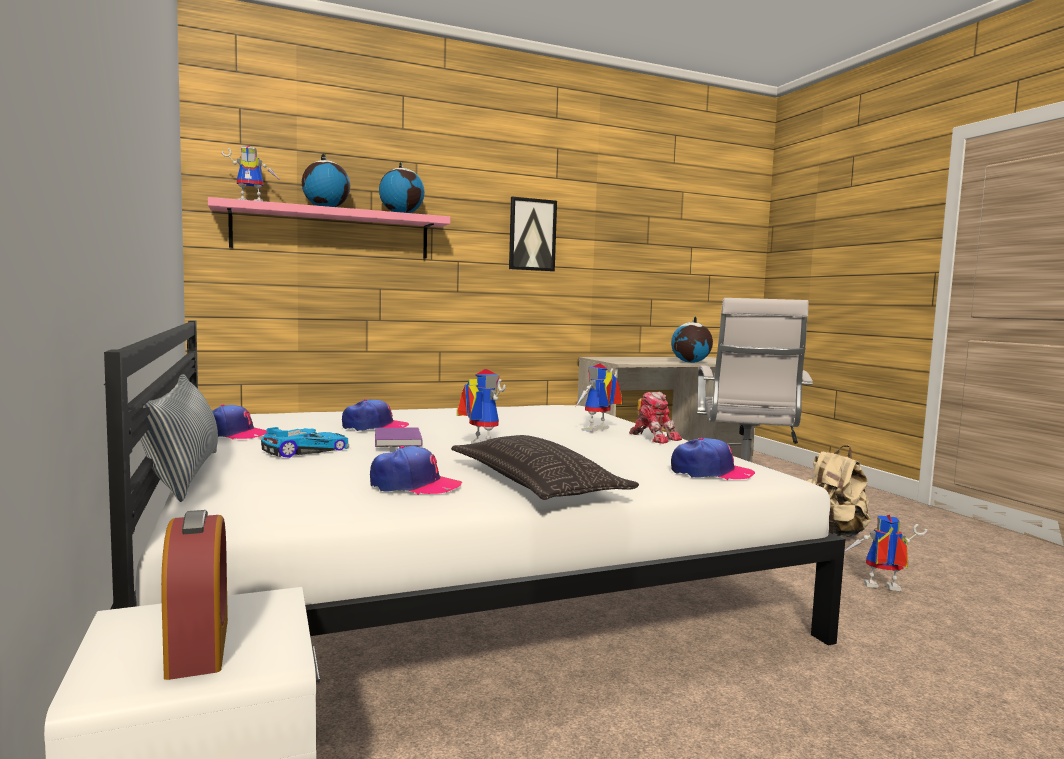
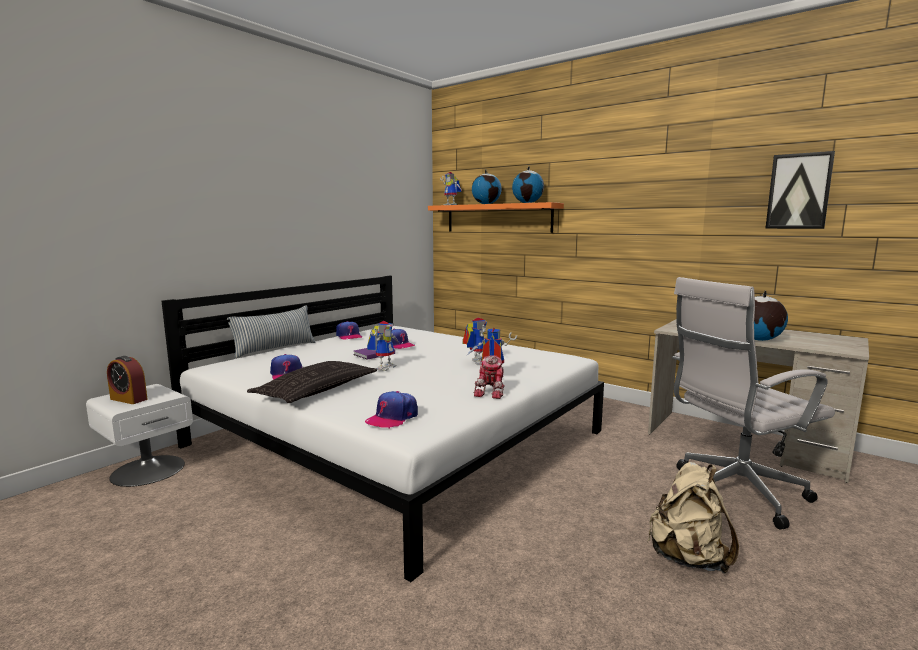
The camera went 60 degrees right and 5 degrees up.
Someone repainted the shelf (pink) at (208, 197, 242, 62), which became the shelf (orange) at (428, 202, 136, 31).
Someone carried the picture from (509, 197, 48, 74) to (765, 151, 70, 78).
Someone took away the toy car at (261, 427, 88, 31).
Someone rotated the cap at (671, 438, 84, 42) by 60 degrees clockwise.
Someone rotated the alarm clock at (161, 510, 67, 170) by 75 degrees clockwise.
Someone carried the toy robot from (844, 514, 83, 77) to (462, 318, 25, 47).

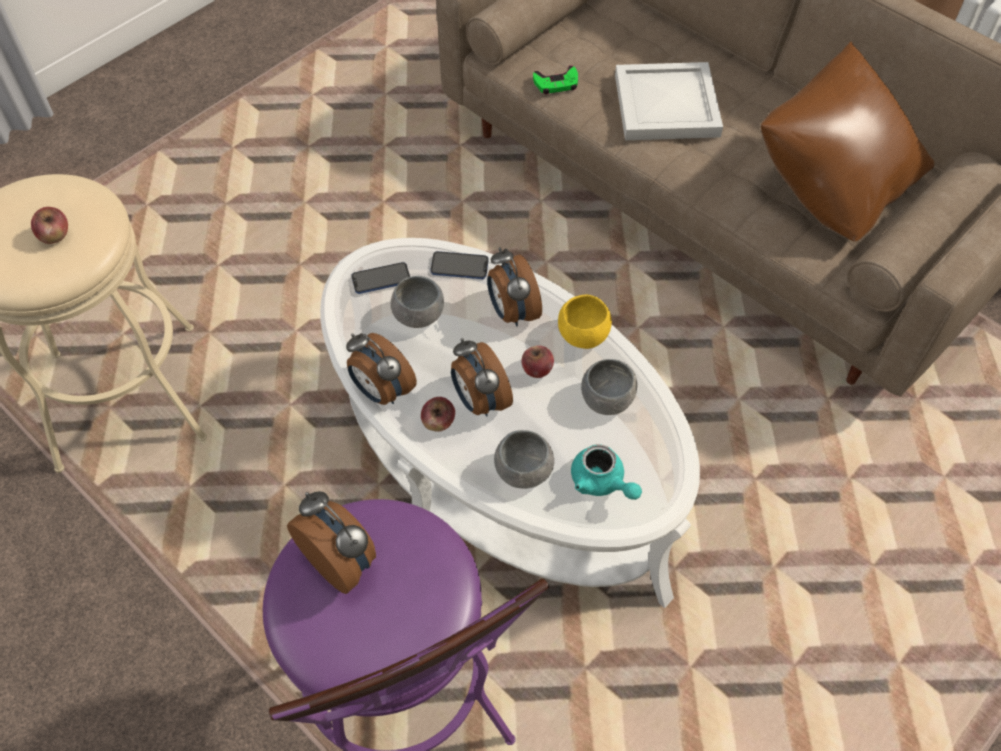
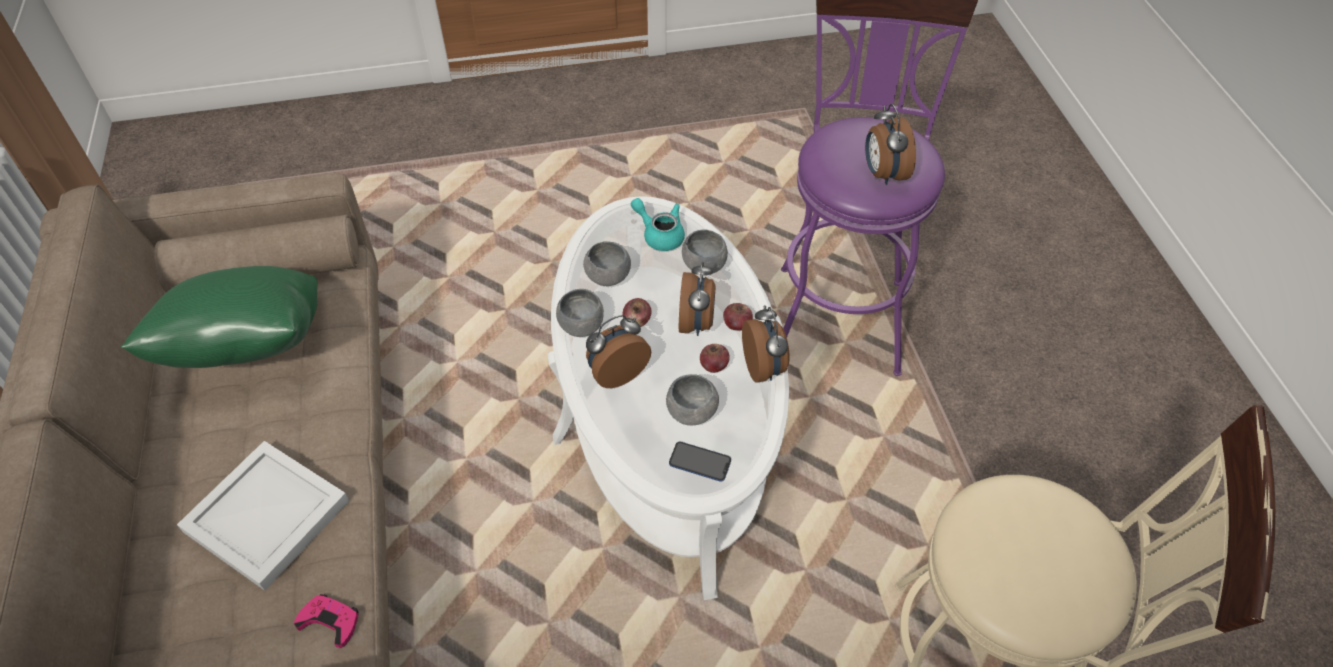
The camera went 145 degrees left and 5 degrees down.
Someone repainted the pillow (brown) at (760, 42, 174, 199), which became the pillow (green) at (120, 266, 198, 102).
Someone repainted the game controller (green) at (533, 66, 45, 28), which became the game controller (pink) at (294, 594, 64, 54).
Someone carried the apple from (31, 207, 37, 37) to (700, 344, 30, 29).
Someone rotated the alarm clock at (487, 247, 55, 79) by 135 degrees counterclockwise.
Someone took away the phone at (430, 251, 59, 28).
Someone repainted the bowl (yellow) at (558, 295, 54, 54), which became the bowl (grey) at (556, 289, 48, 48).
Someone rotated the teapot (turquoise) at (571, 444, 71, 56) by 45 degrees counterclockwise.

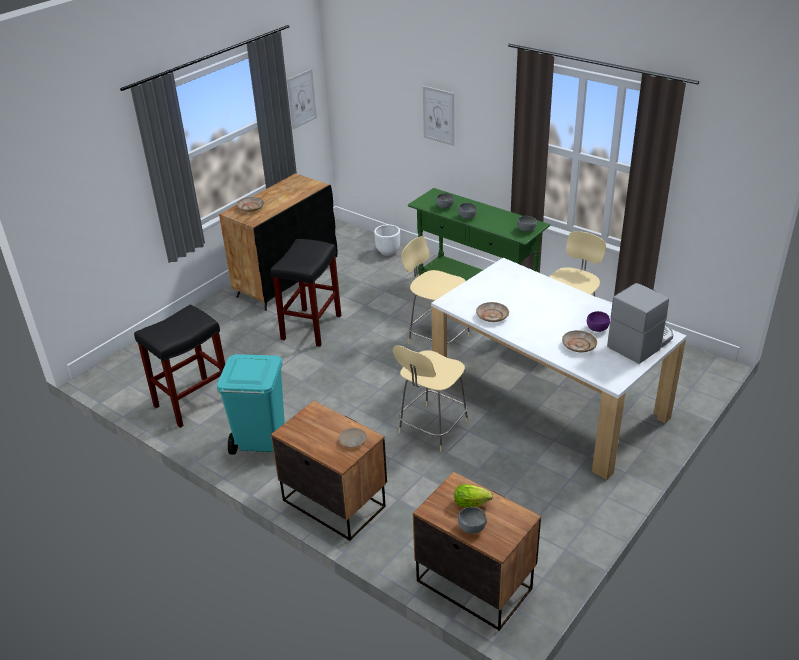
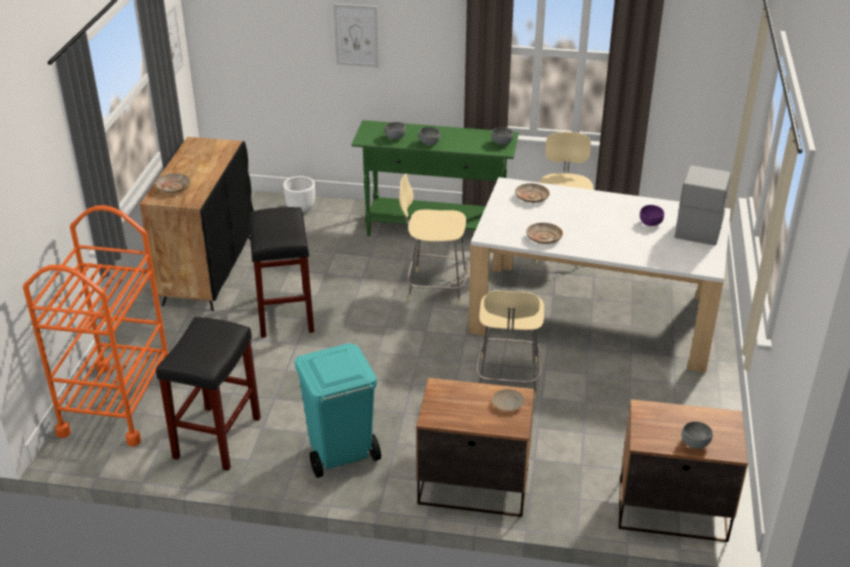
The camera went 30 degrees left and 0 degrees up.
Someone carried the plate (beige) from (562, 330, 35, 22) to (515, 183, 35, 20).
Someone took away the lettuce at (454, 484, 39, 24).
Someone put down the cart (orange) at (23, 205, 145, 242).

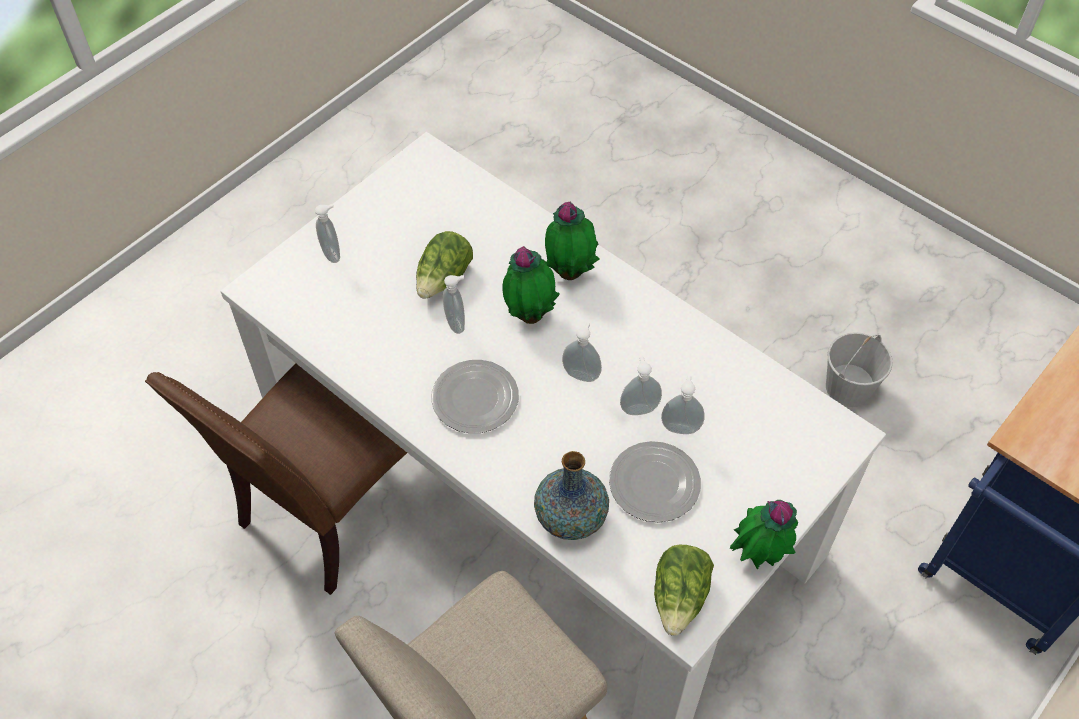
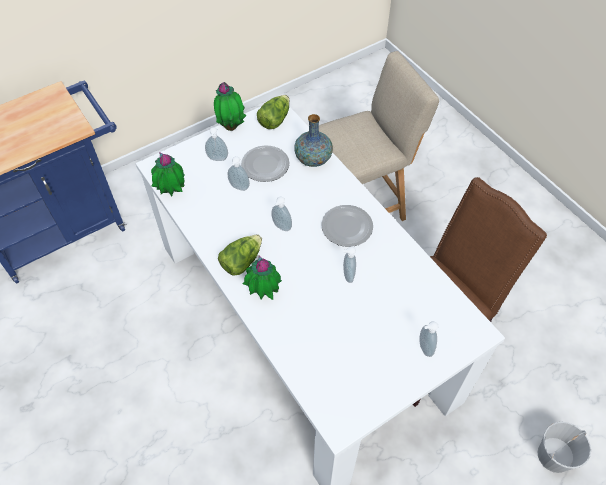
The camera went 165 degrees left and 0 degrees up.
Someone carried the lettuce from (416, 231, 57, 68) to (218, 235, 44, 40).
Someone carried the potted plant from (503, 246, 57, 78) to (151, 152, 34, 44).
Someone carried the bucket (white) from (826, 332, 67, 75) to (538, 422, 53, 51).
Someone carried the soap dispenser from (620, 357, 42, 58) to (205, 127, 23, 34).

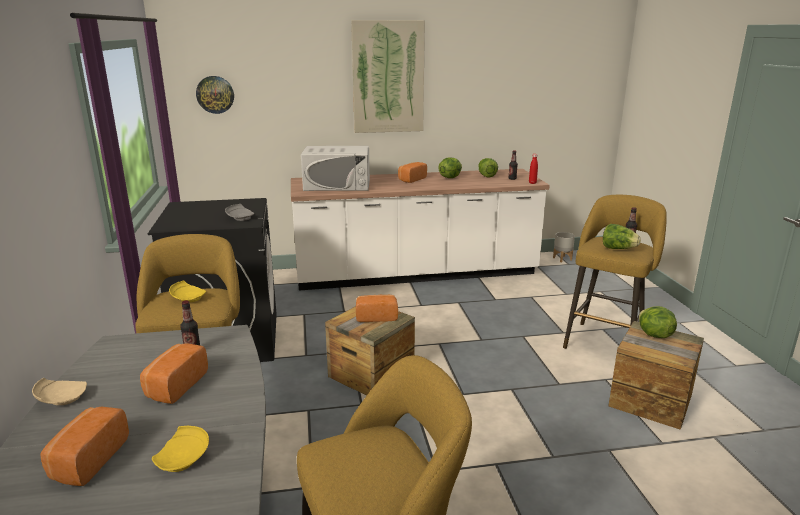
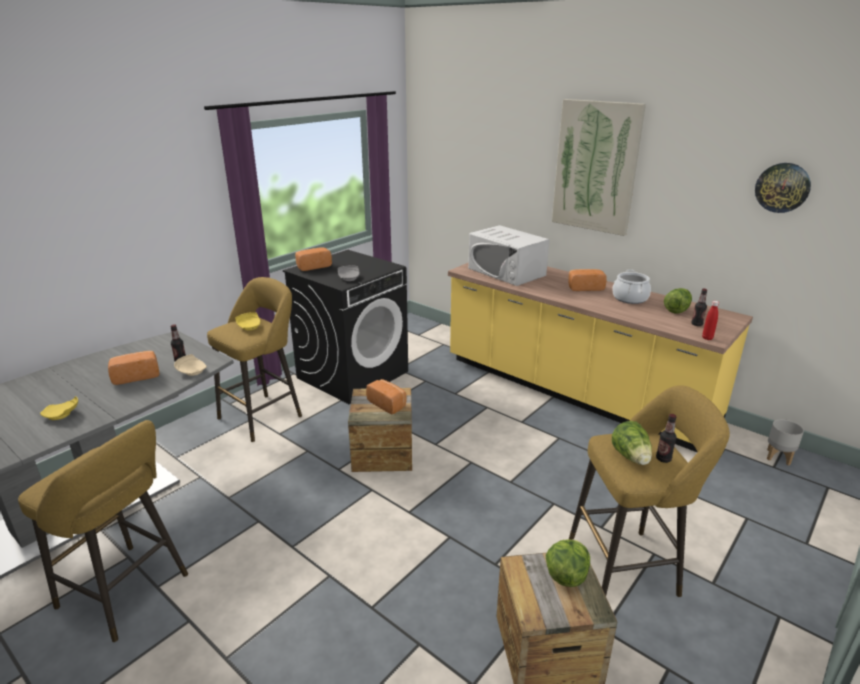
The camera went 50 degrees right and 5 degrees up.
Someone carried the wall clock from (196, 76, 38, 38) to (755, 163, 56, 50).
Someone swapped the lettuce at (438, 158, 24, 20) for the cooking pot at (612, 270, 39, 34).
Someone repainted the counter (white) at (291, 169, 259, 121), which became the counter (yellow) at (448, 263, 305, 190).
Someone carried the plate (beige) from (32, 378, 55, 27) to (174, 354, 33, 22).
Someone carried the bread from (40, 406, 89, 80) to (295, 247, 37, 24).

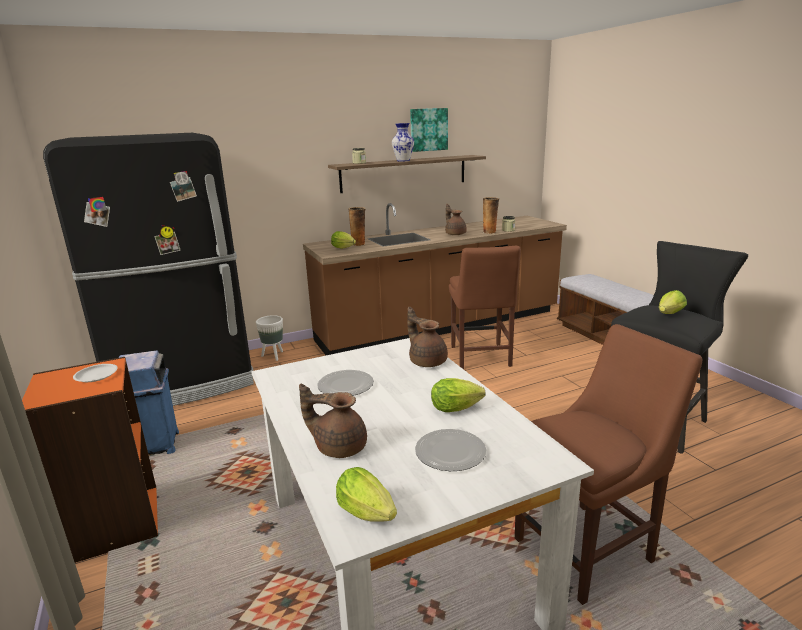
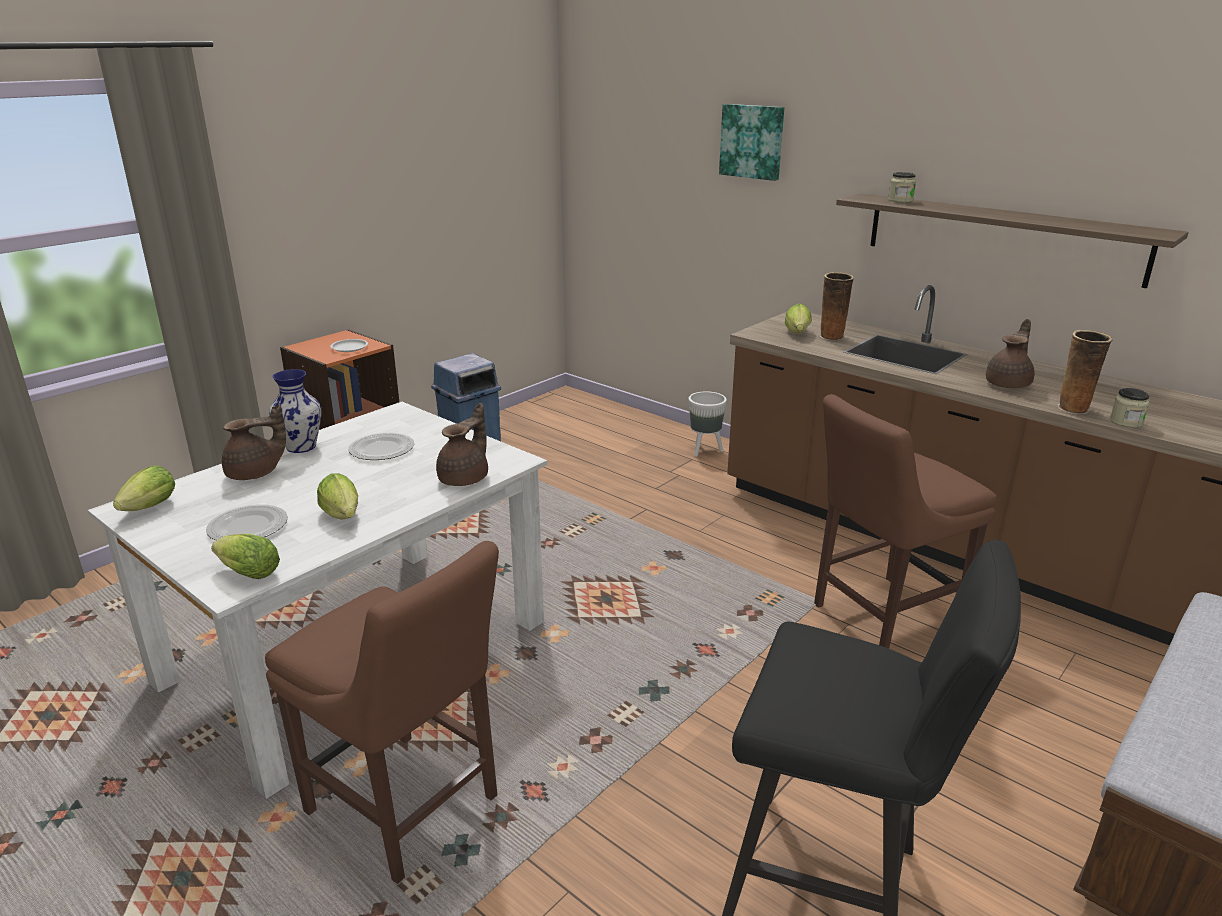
The camera went 65 degrees right and 5 degrees up.
Someone carried the picture from (410, 108, 38, 44) to (719, 104, 65, 77).
Someone carried the vase from (392, 123, 22, 38) to (269, 369, 53, 84).
Someone took away the fridge (black) at (43, 133, 211, 273).
Someone carried the lettuce from (659, 290, 28, 24) to (211, 534, 69, 45).
Someone rotated the teapot (brown) at (299, 384, 68, 74) by 75 degrees clockwise.

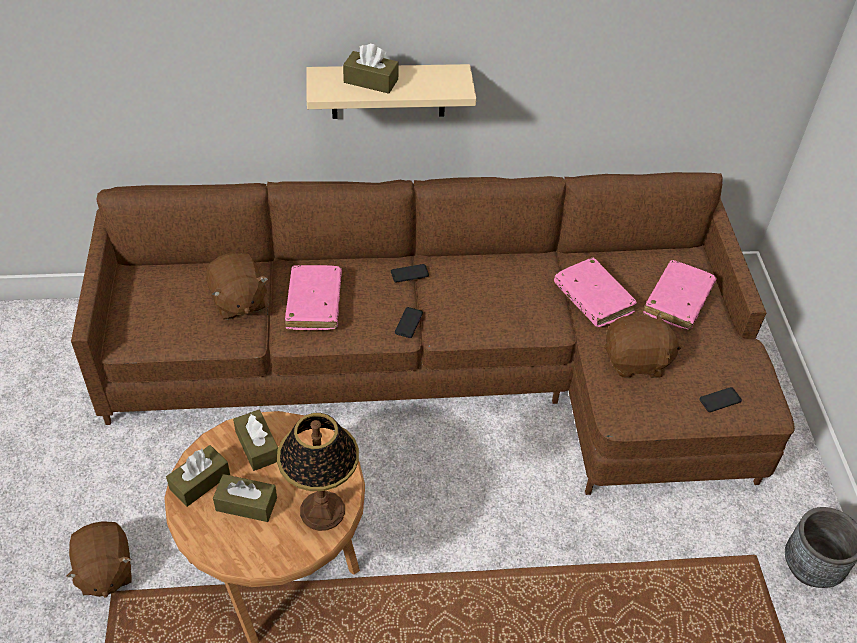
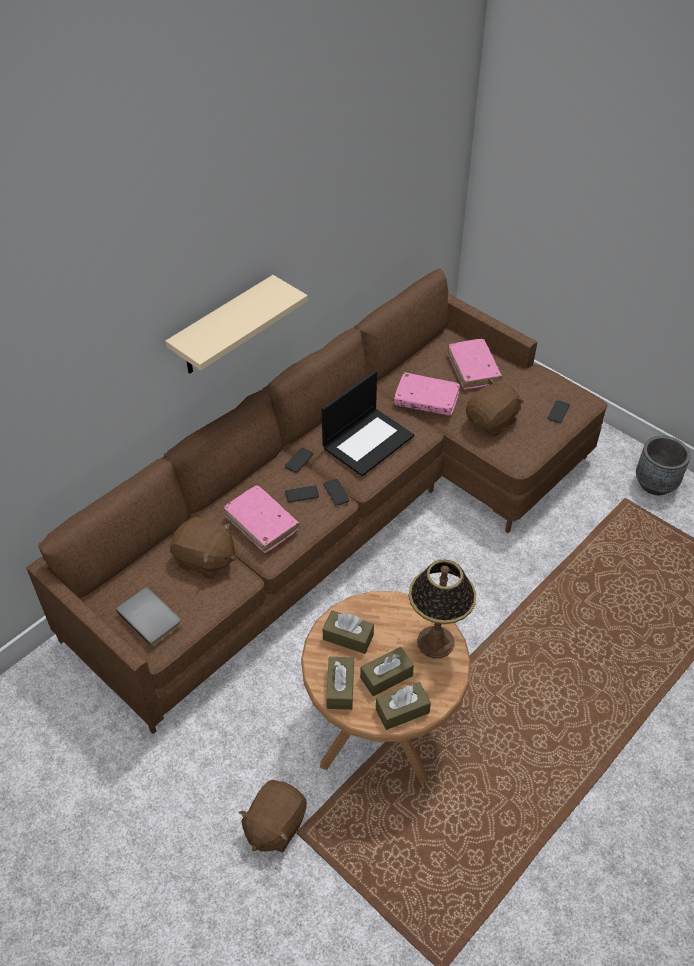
The camera went 40 degrees left and 0 degrees up.
Someone carried the tissue box (brown) from (343, 44, 56, 50) to (376, 682, 55, 48).
Someone rotated the plush toy (brown) at (66, 521, 66, 76) by 90 degrees clockwise.
Someone put down the laptop at (322, 371, 92, 105).
Someone put down the phone at (285, 485, 34, 18).
Someone put down the book (grey) at (116, 587, 66, 60).

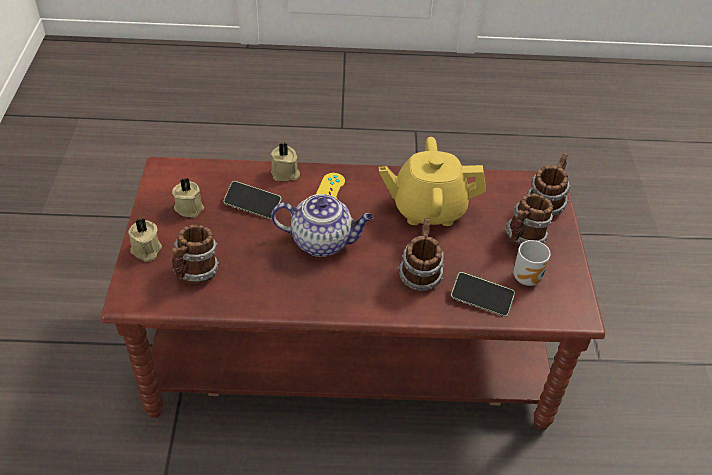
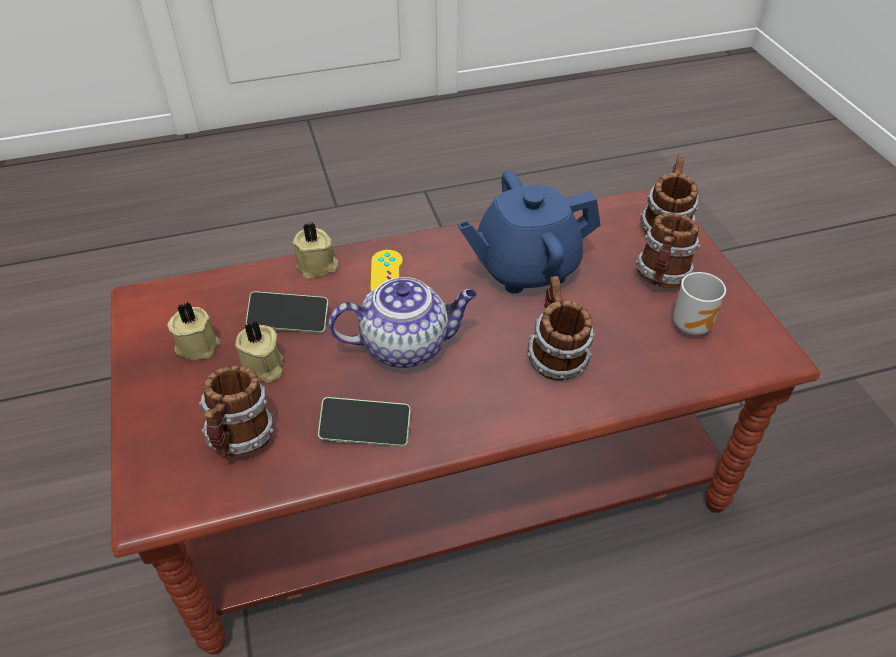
The camera went 15 degrees left and 0 degrees up.
Someone repainted the teapot (yellow) at (379, 137, 107, 89), which became the teapot (blue) at (457, 170, 144, 124).
Someone carried the candle (beige) from (128, 218, 34, 44) to (235, 321, 48, 62).
Someone carried the phone from (451, 272, 64, 45) to (318, 397, 93, 50).

